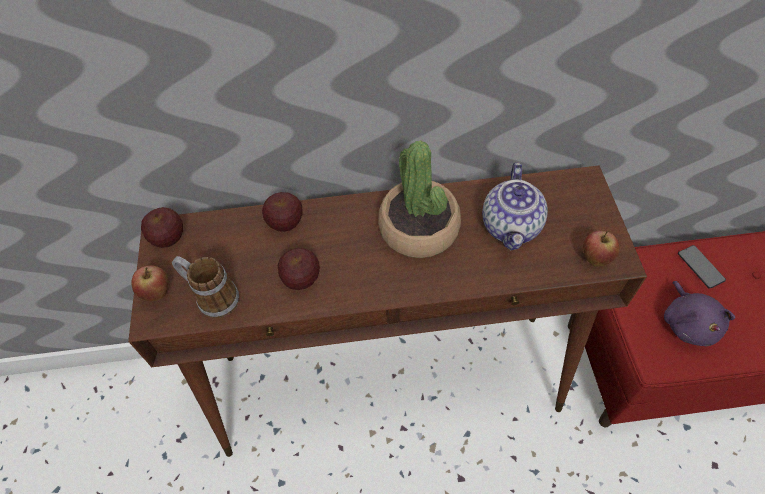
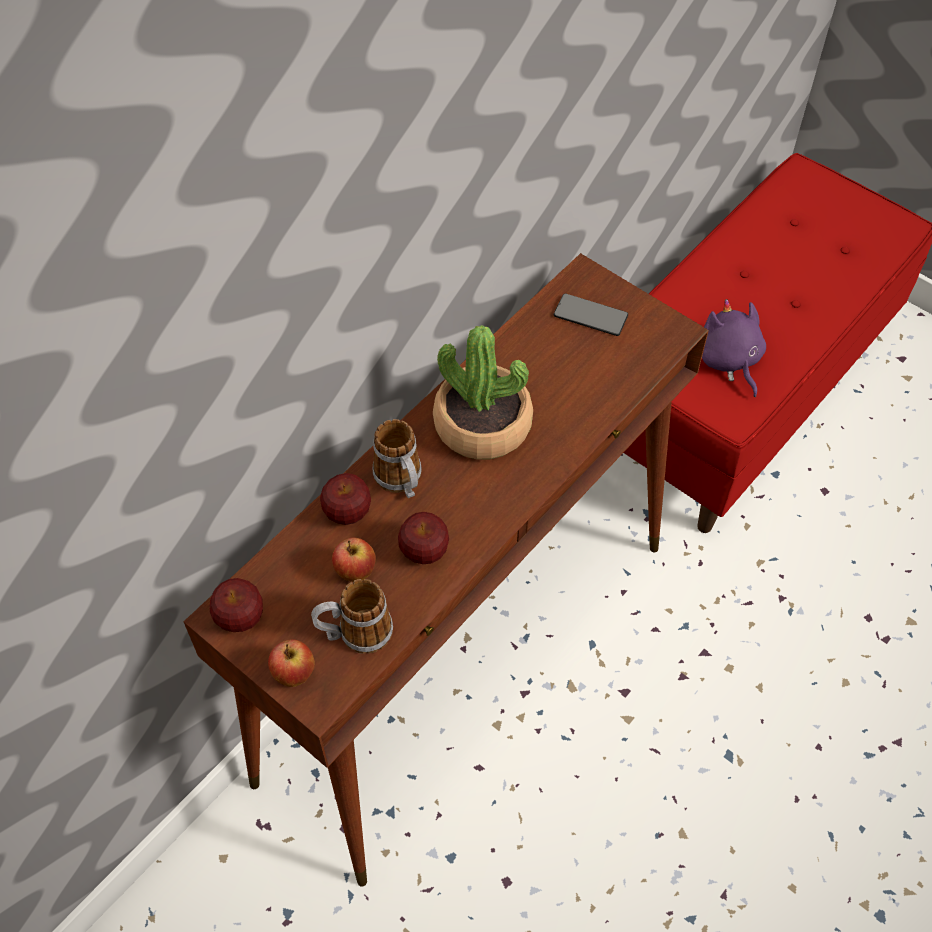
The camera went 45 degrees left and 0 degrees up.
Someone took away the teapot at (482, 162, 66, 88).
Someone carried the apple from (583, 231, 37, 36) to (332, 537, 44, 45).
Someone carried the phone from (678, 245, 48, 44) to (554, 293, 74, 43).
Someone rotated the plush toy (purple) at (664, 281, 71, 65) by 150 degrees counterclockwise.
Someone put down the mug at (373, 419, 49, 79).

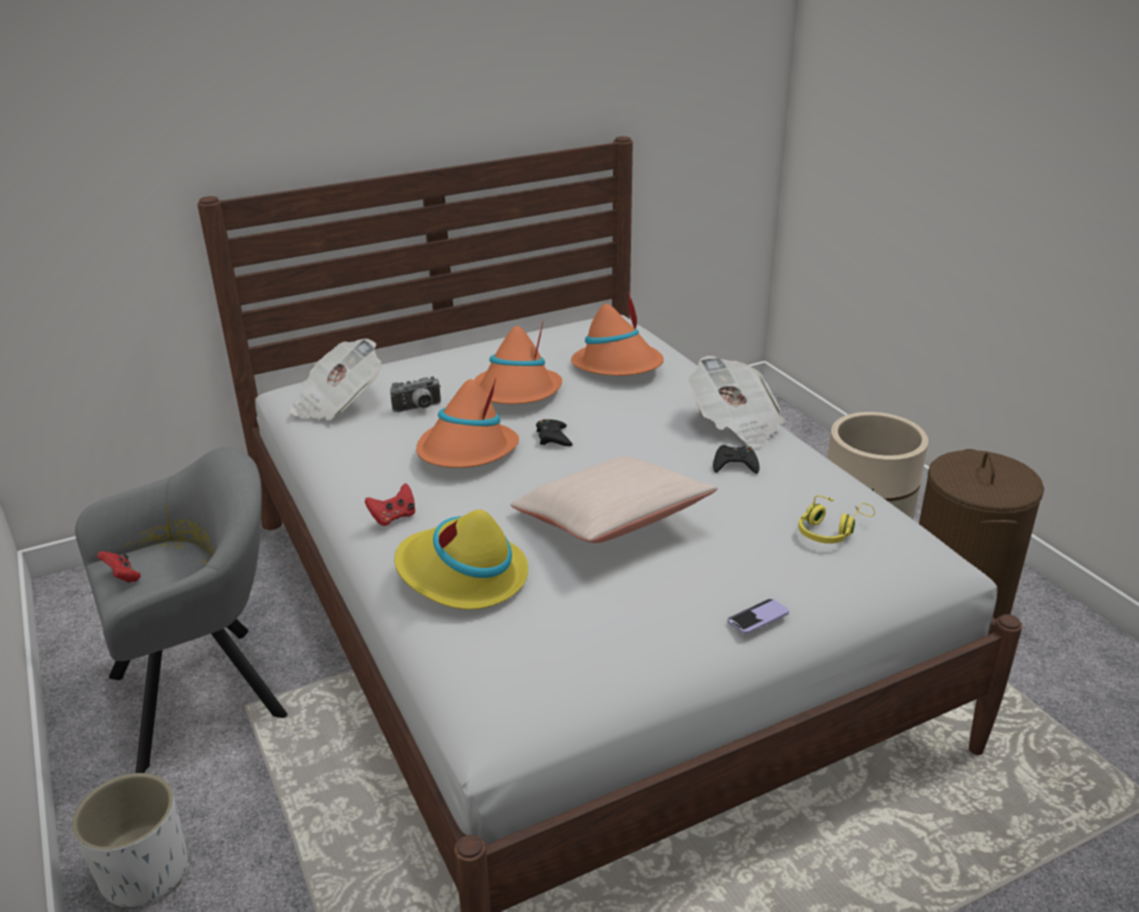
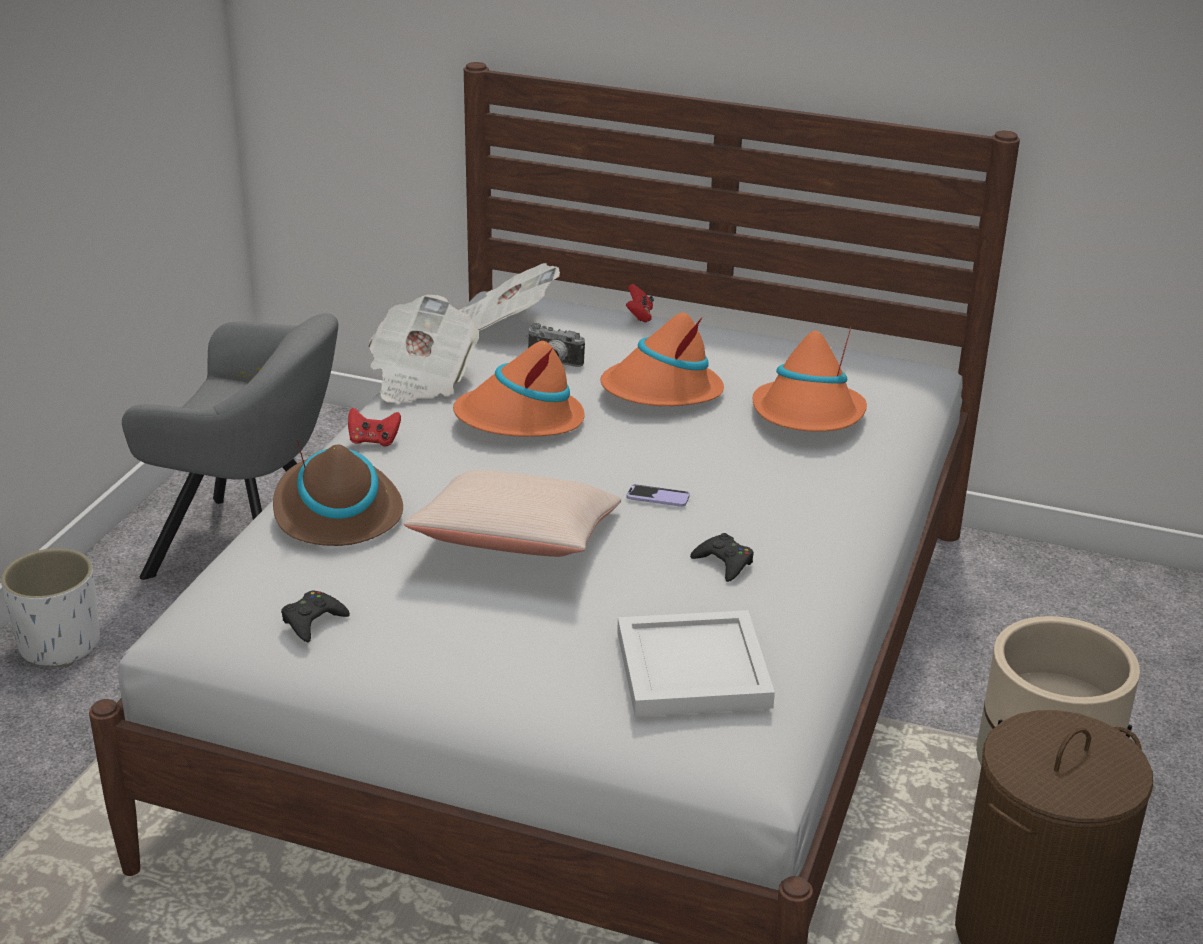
The camera went 45 degrees right and 0 degrees up.
Someone carried the newspaper from (688, 356, 97, 92) to (368, 295, 111, 108).
Someone carried the game controller (black) from (536, 419, 37, 27) to (281, 590, 69, 52).
Someone swapped the headphones (yellow) at (798, 495, 77, 49) for the tray (white) at (617, 610, 158, 107).
Someone repainted the hat (yellow) at (394, 510, 134, 100), which became the hat (brown) at (273, 439, 130, 107).
Someone carried the game controller (red) from (97, 551, 44, 32) to (626, 284, 28, 38).
Someone carried the phone from (728, 599, 61, 35) to (626, 484, 64, 23).

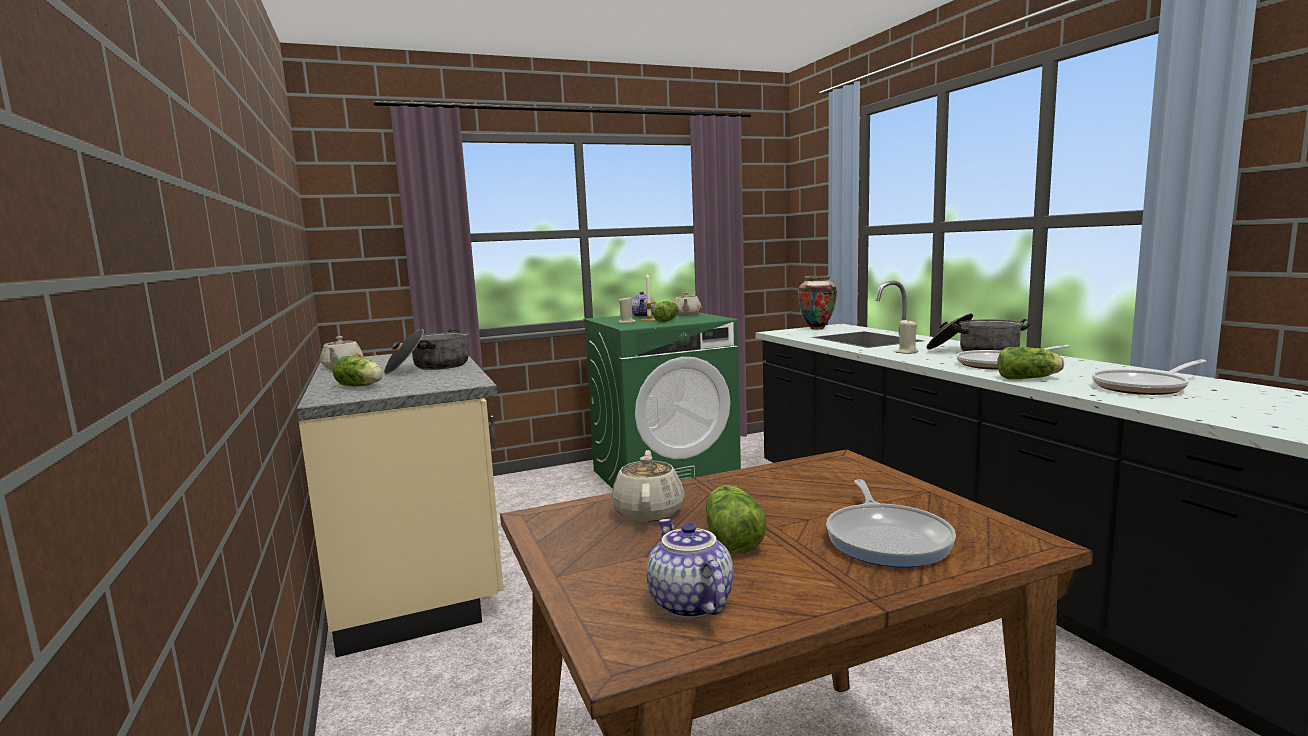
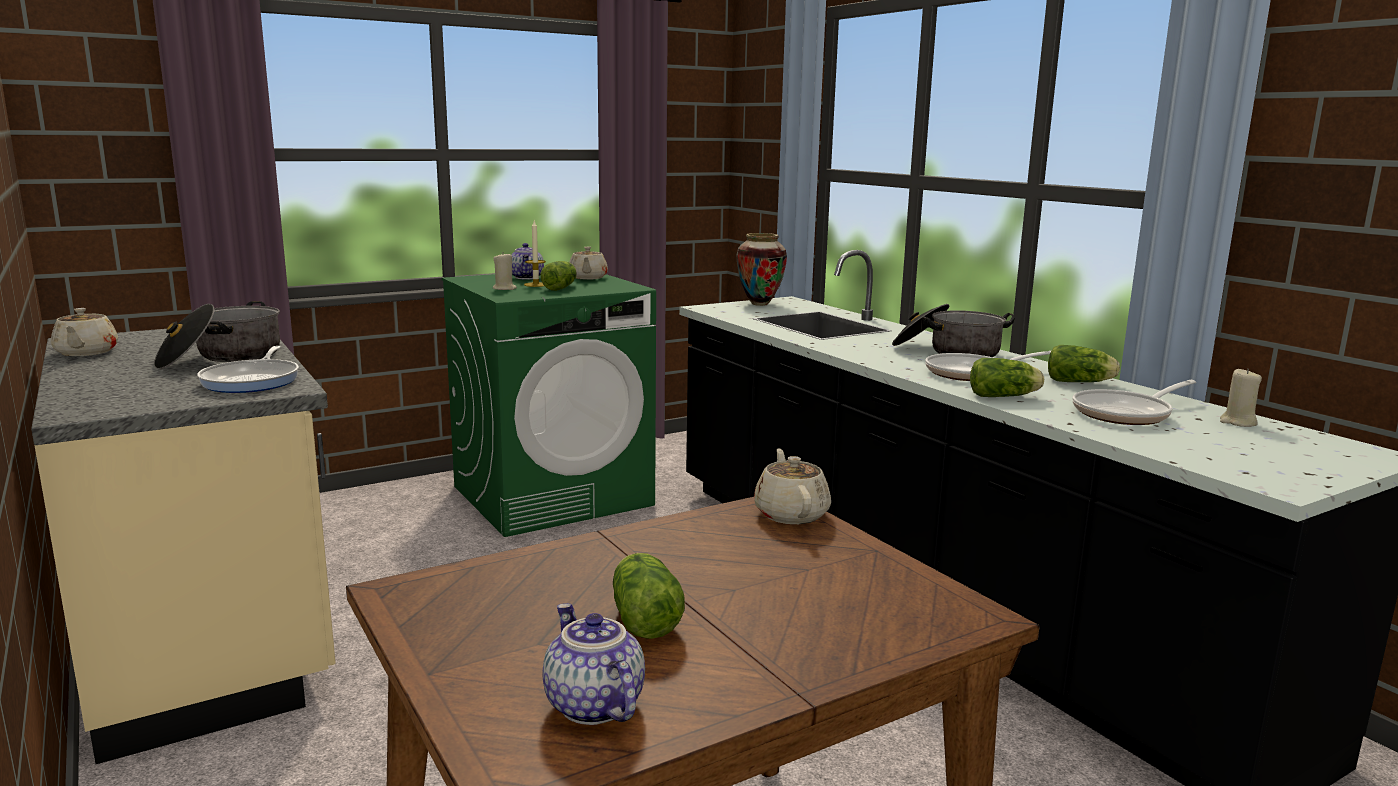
The camera went 10 degrees left and 5 degrees up.
Someone carried the candle (beige) from (896, 320, 22, 34) to (1220, 368, 42, 59).
Someone carried the lettuce from (333, 356, 50, 30) to (1048, 345, 72, 37).
Someone carried the teapot (beige) from (611, 450, 74, 72) to (754, 448, 77, 76).
Someone carried the frying pan from (826, 479, 130, 89) to (197, 346, 102, 47).

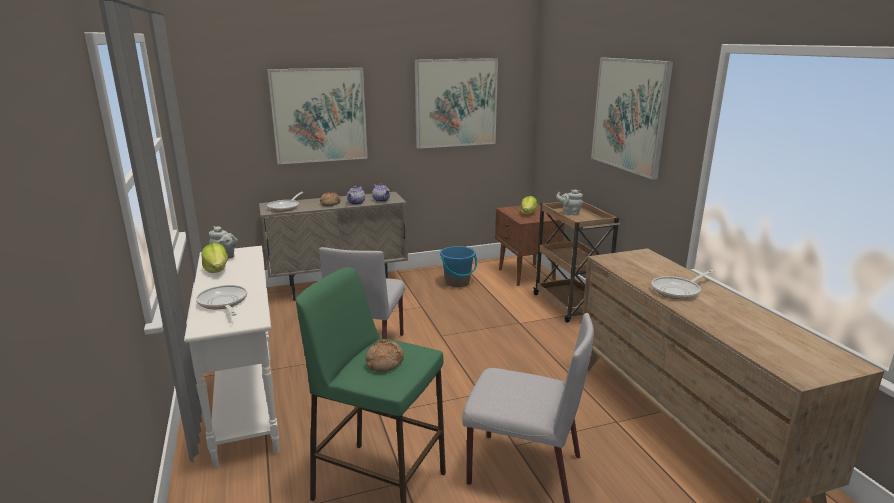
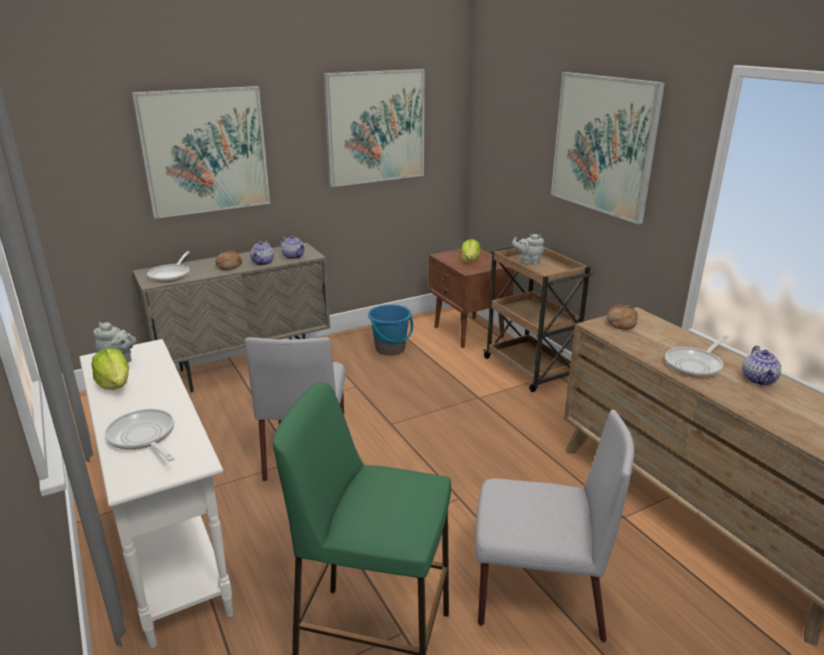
The camera went 10 degrees left and 5 degrees up.
Someone carried the bread from (366, 340, 38, 32) to (607, 304, 31, 26).
Someone put down the teapot at (742, 346, 39, 39).

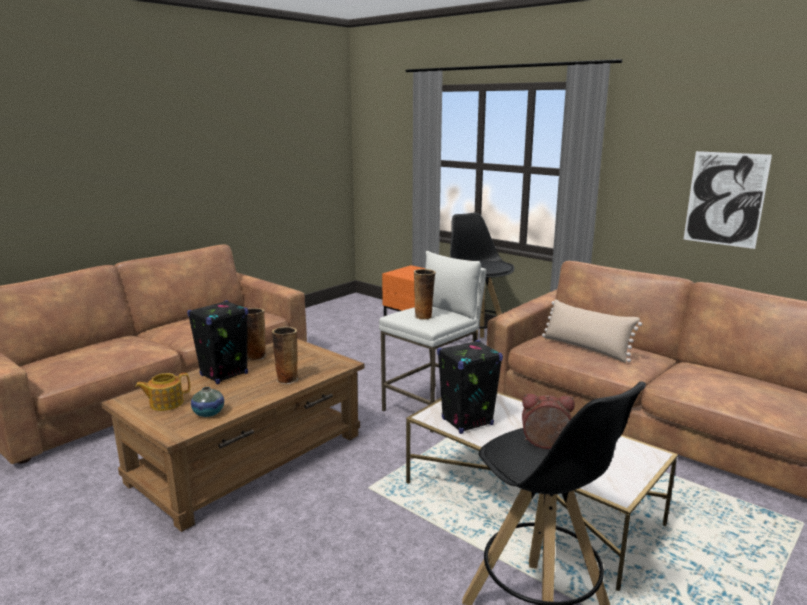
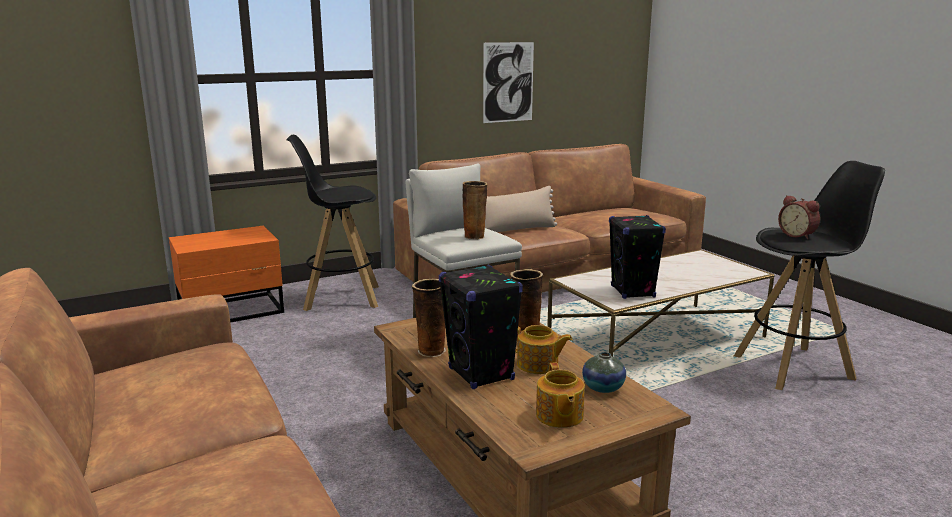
The camera went 70 degrees left and 0 degrees up.
Someone rotated the alarm clock at (522, 394, 53, 55) by 60 degrees counterclockwise.
Someone put down the teapot at (515, 325, 58, 49).

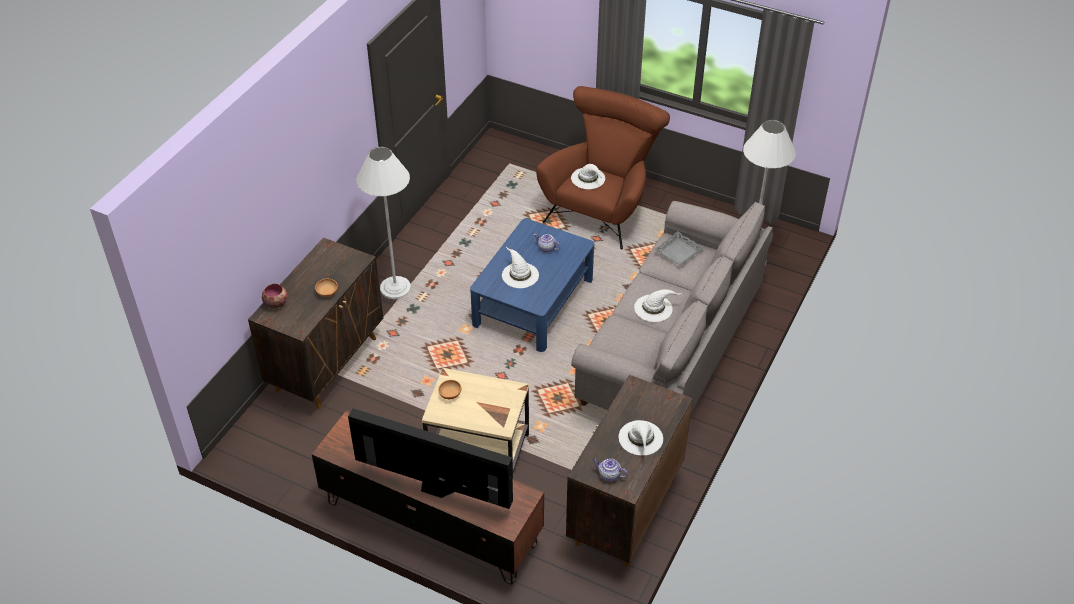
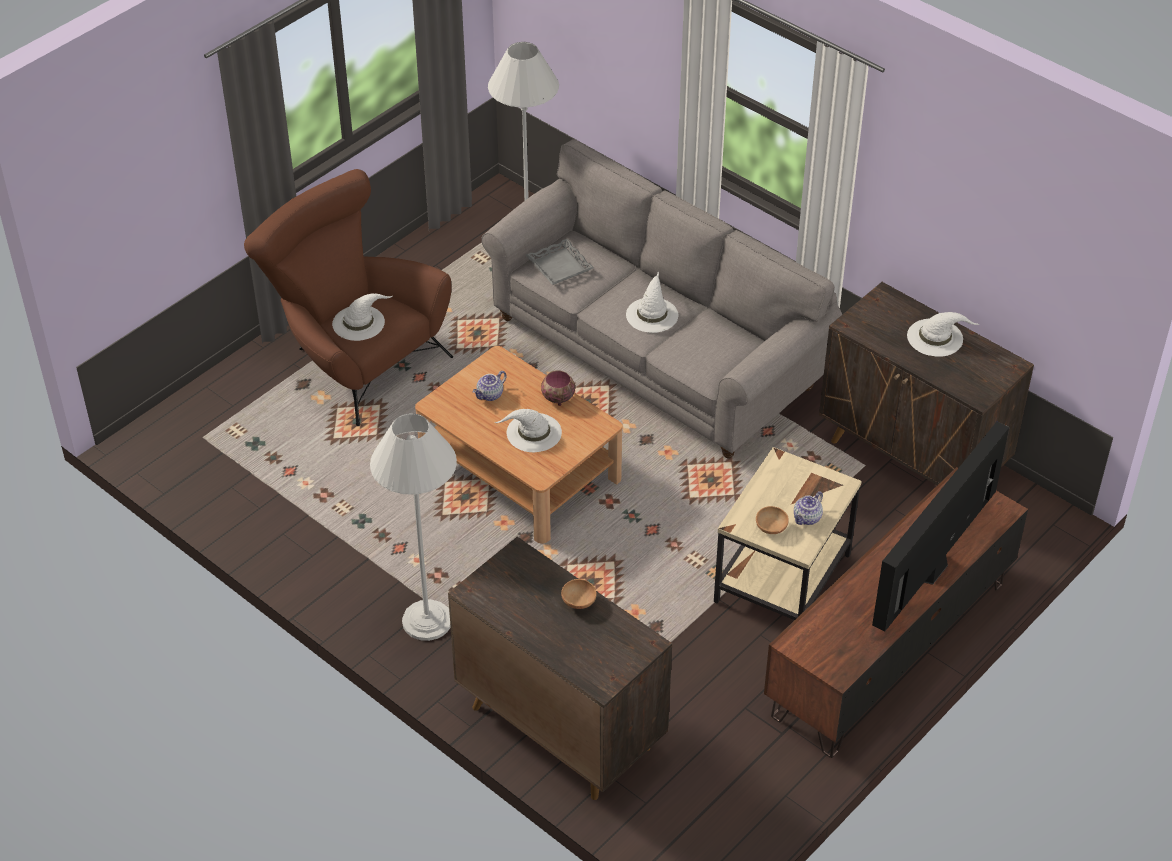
The camera went 75 degrees left and 0 degrees up.
Someone repainted the coffee table (blue) at (470, 218, 124, 134), which became the coffee table (brown) at (415, 346, 208, 198).
Someone carried the bowl from (262, 284, 26, 24) to (541, 370, 34, 36).
Someone carried the teapot from (593, 458, 35, 24) to (794, 491, 29, 34).

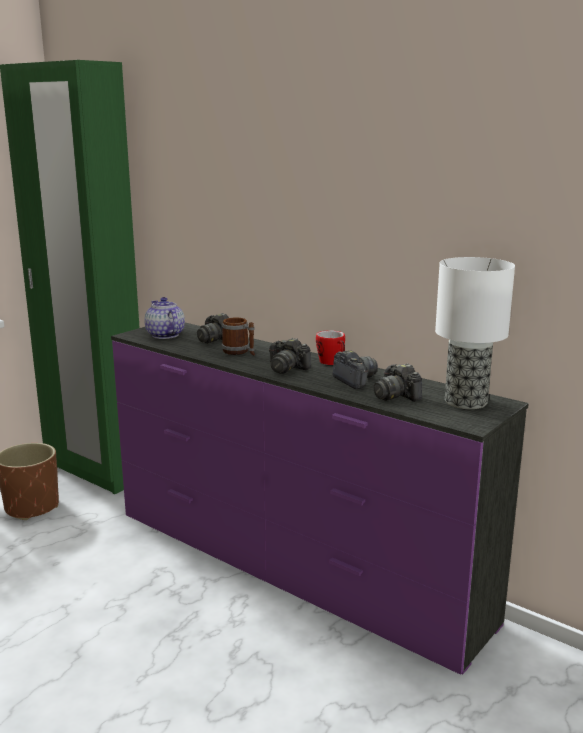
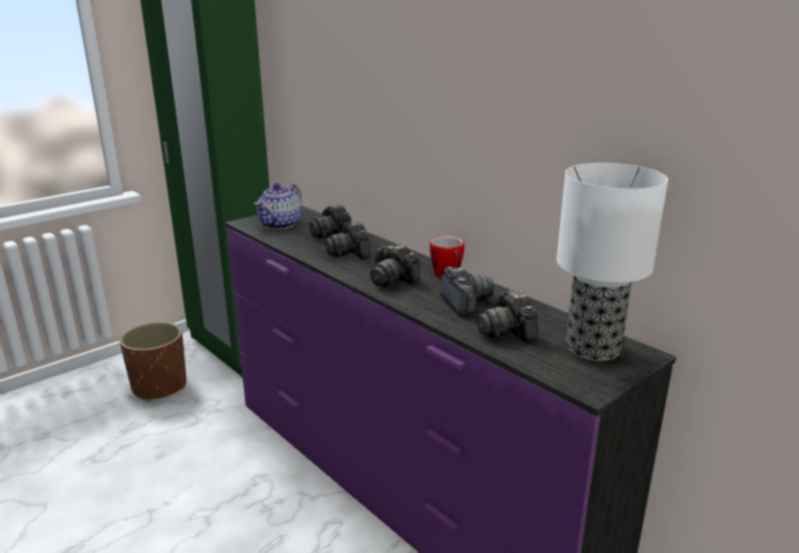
The camera went 10 degrees right and 5 degrees up.
Someone rotated the teapot at (144, 297, 41, 42) by 135 degrees counterclockwise.
Someone swapped the mug at (221, 317, 34, 39) for the photo camera at (325, 222, 46, 37).

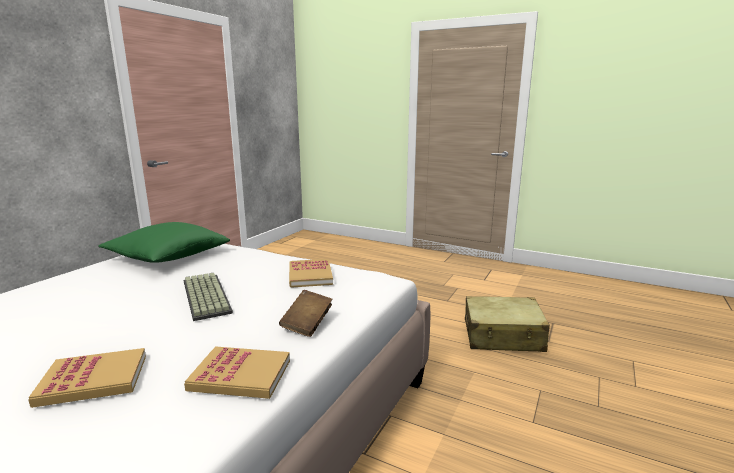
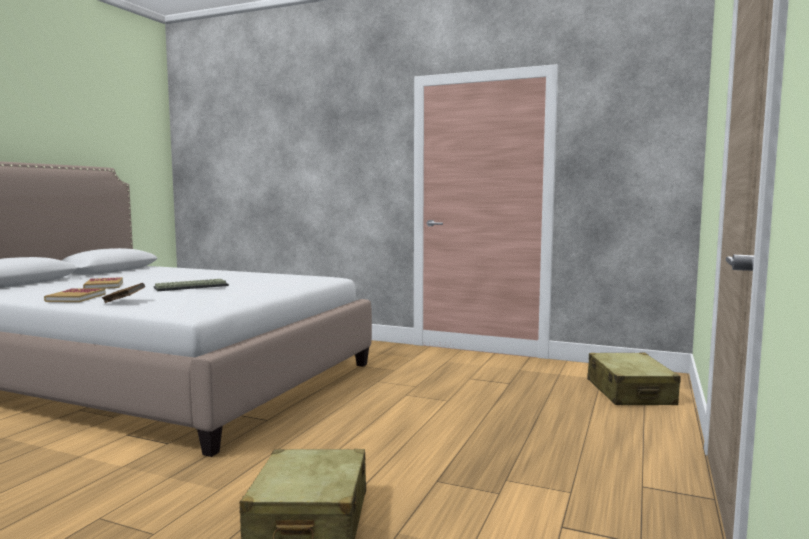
The camera went 85 degrees right and 10 degrees down.
Someone took away the pillow (green) at (98, 222, 132, 41).
Someone took away the book at (289, 259, 44, 29).
Someone put down the suitcase (beige) at (587, 353, 94, 52).

